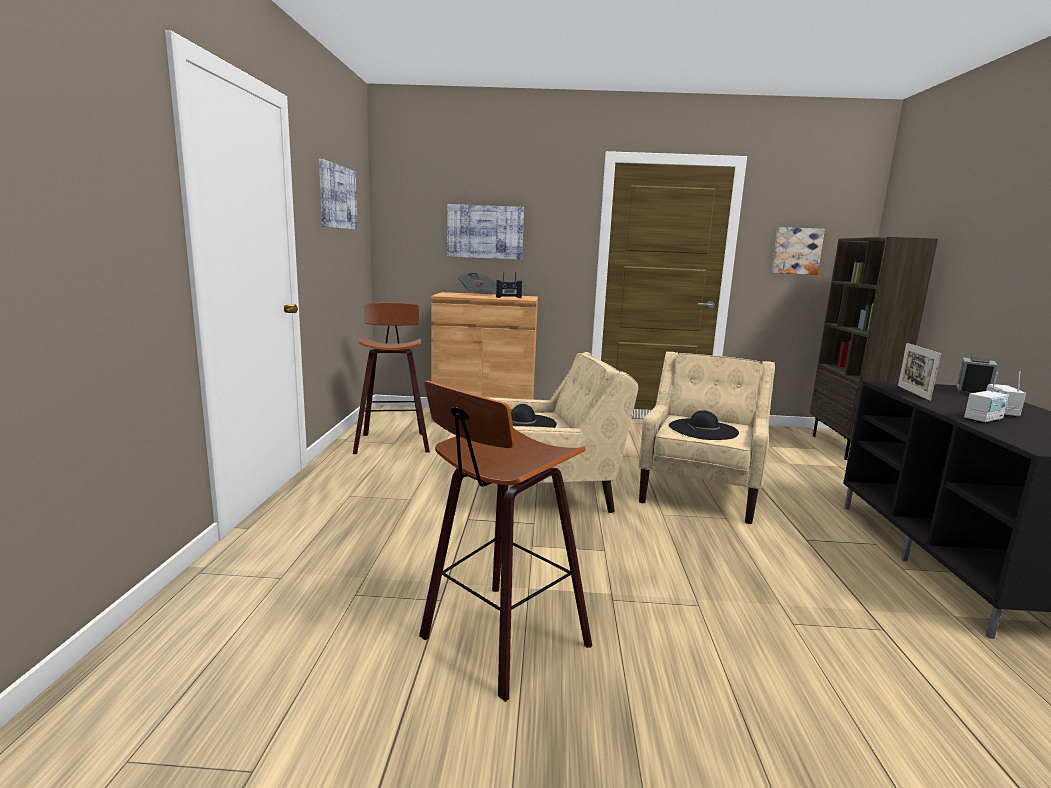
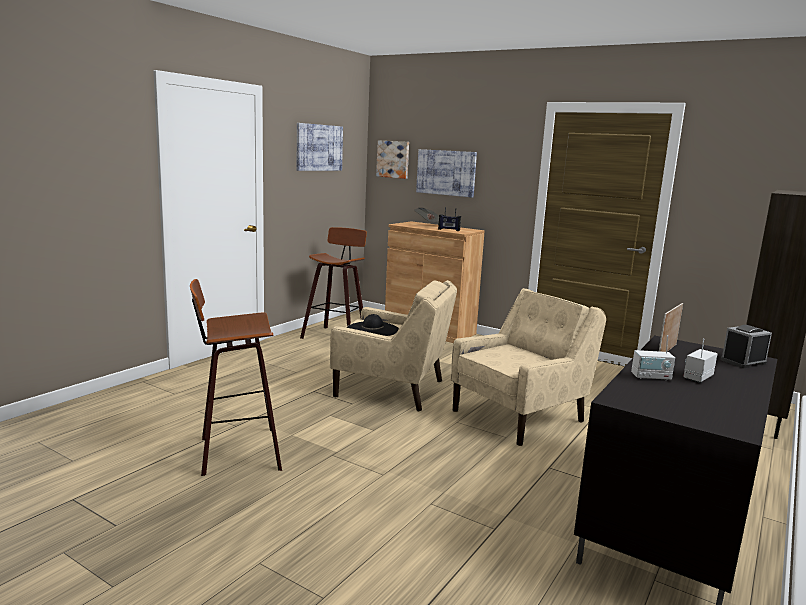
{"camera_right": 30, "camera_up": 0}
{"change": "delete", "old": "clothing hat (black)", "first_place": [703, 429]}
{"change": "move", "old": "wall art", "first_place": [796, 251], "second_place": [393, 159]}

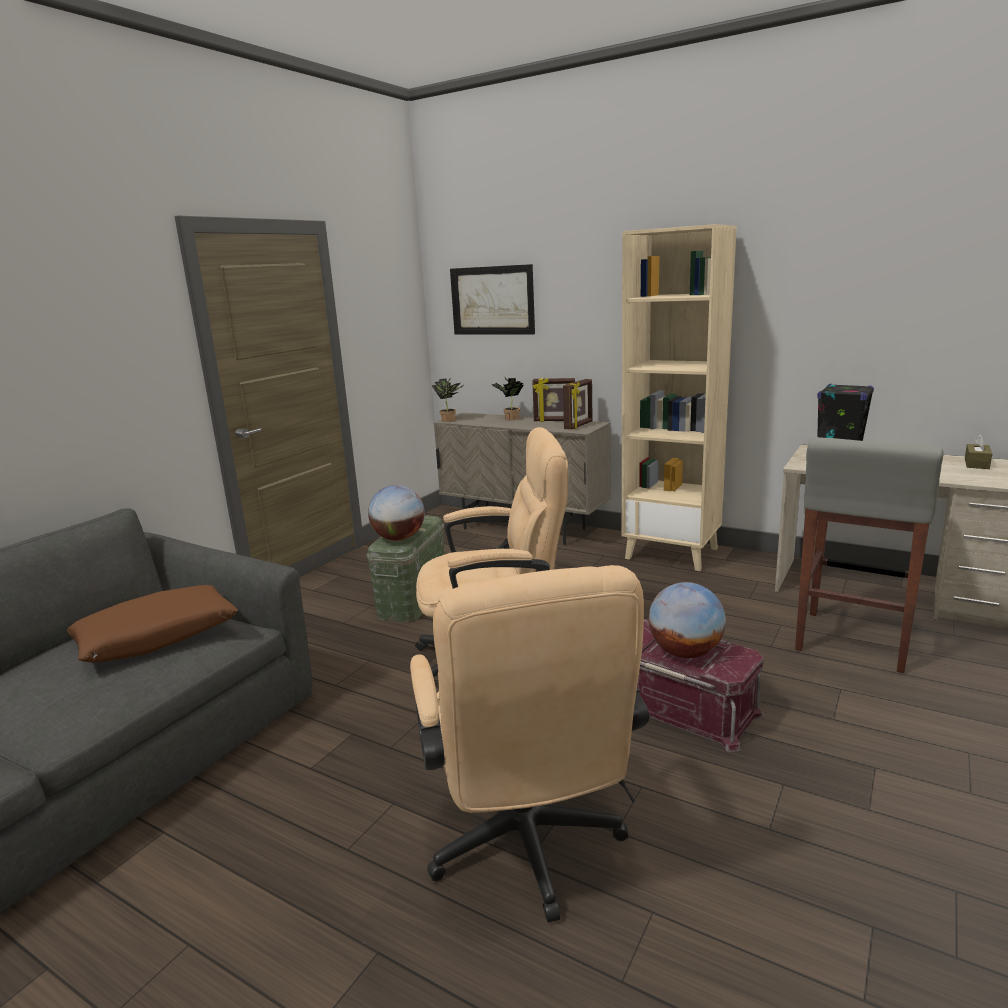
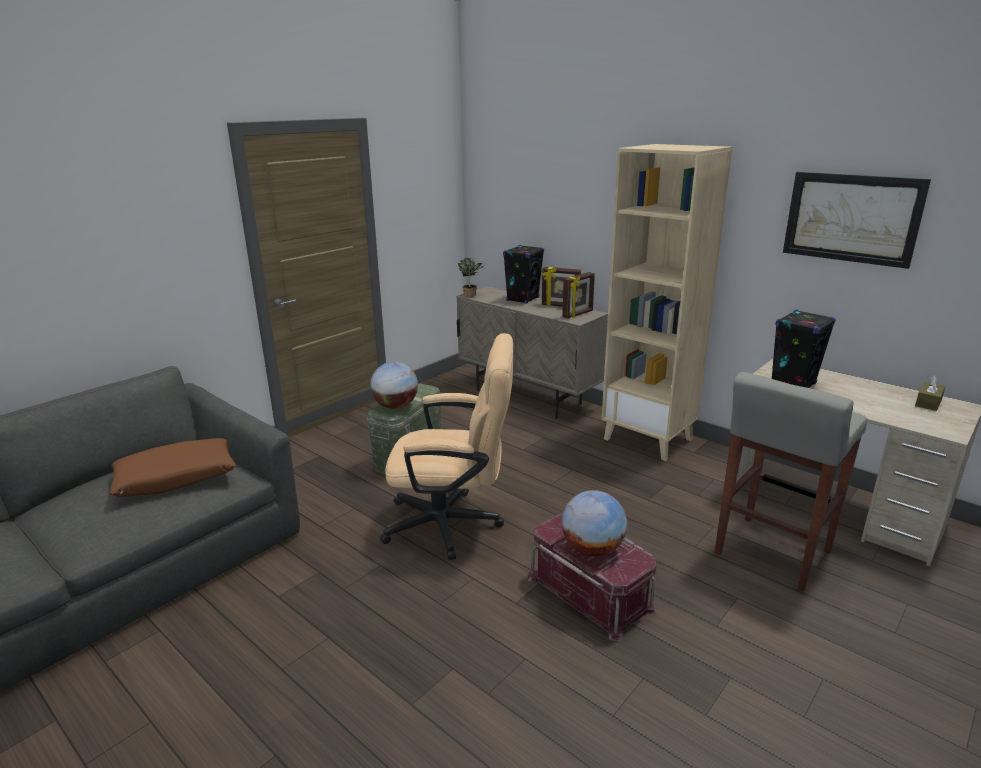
{"camera_right": 10, "camera_up": 5}
{"change": "delete", "old": "office chair (beige)", "first_place": [528, 850]}
{"change": "move", "old": "wall art", "first_place": [492, 300], "second_place": [851, 218]}
{"change": "replace", "old": "houseplant", "new": "audio speaker (black)", "first_place": [510, 419], "second_place": [522, 299]}

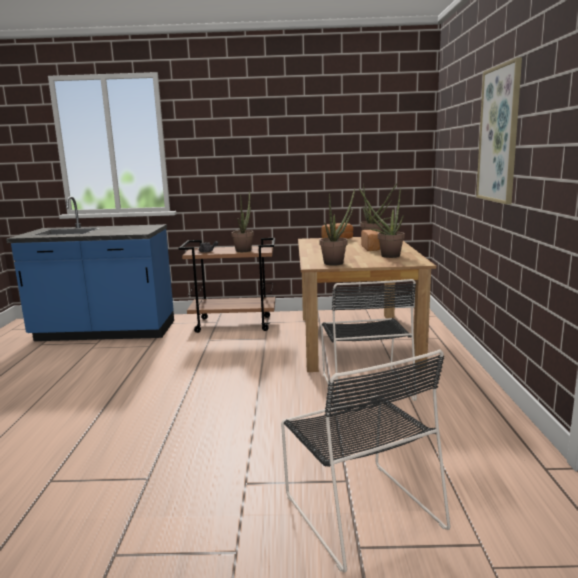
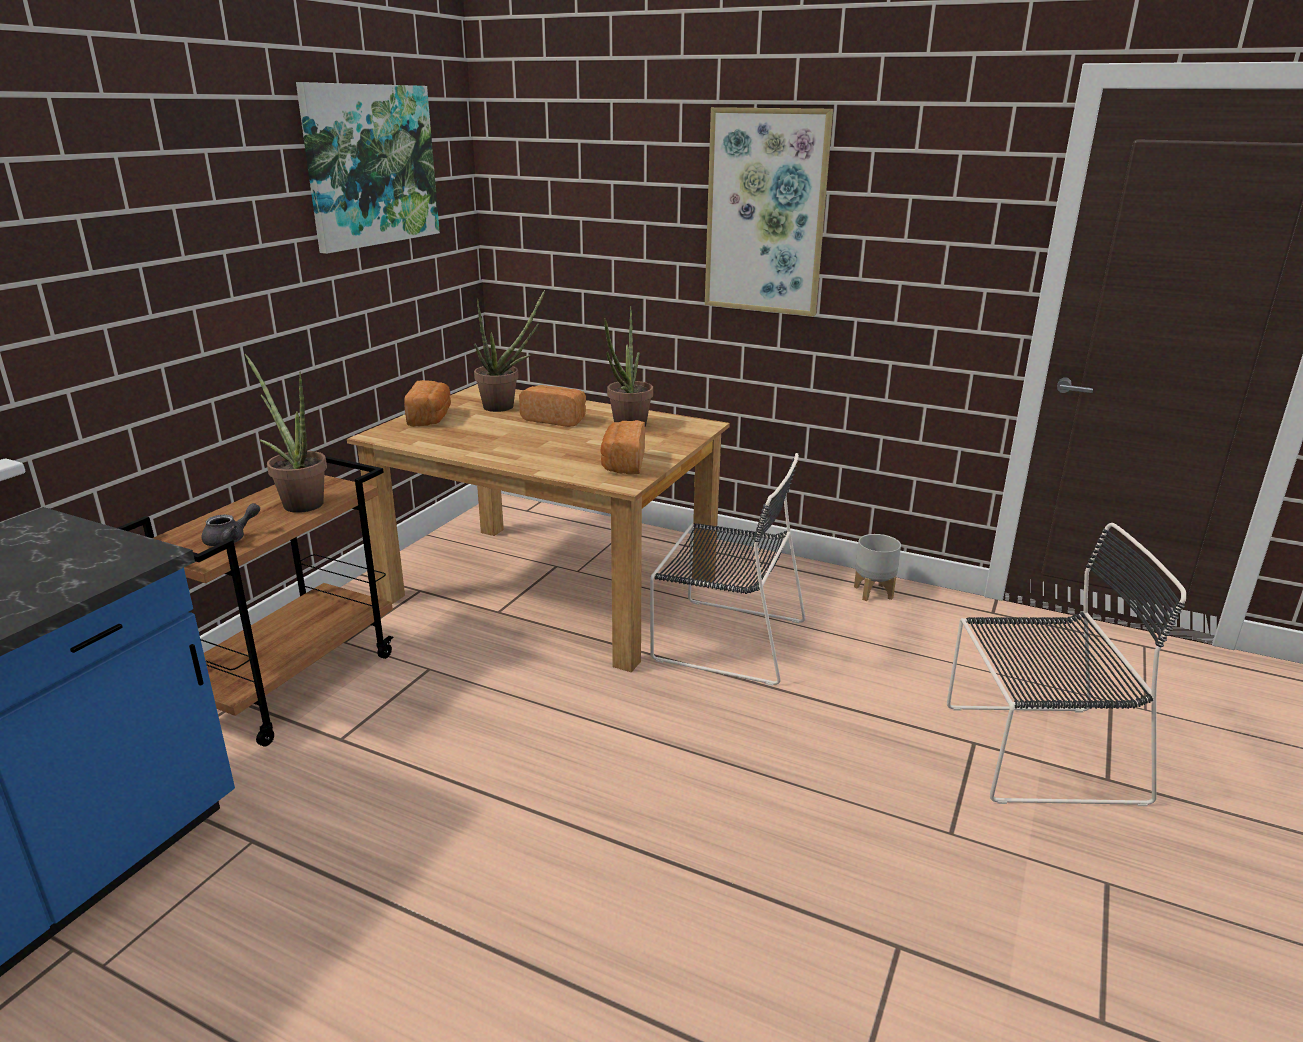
{"camera_right": -65, "camera_up": 10}
{"change": "insert", "new": "wall art", "second_place": [371, 165]}
{"change": "insert", "new": "planter (greyish)", "second_place": [874, 592]}
{"change": "replace", "old": "houseplant", "new": "baked bread", "first_place": [336, 262], "second_place": [622, 464]}

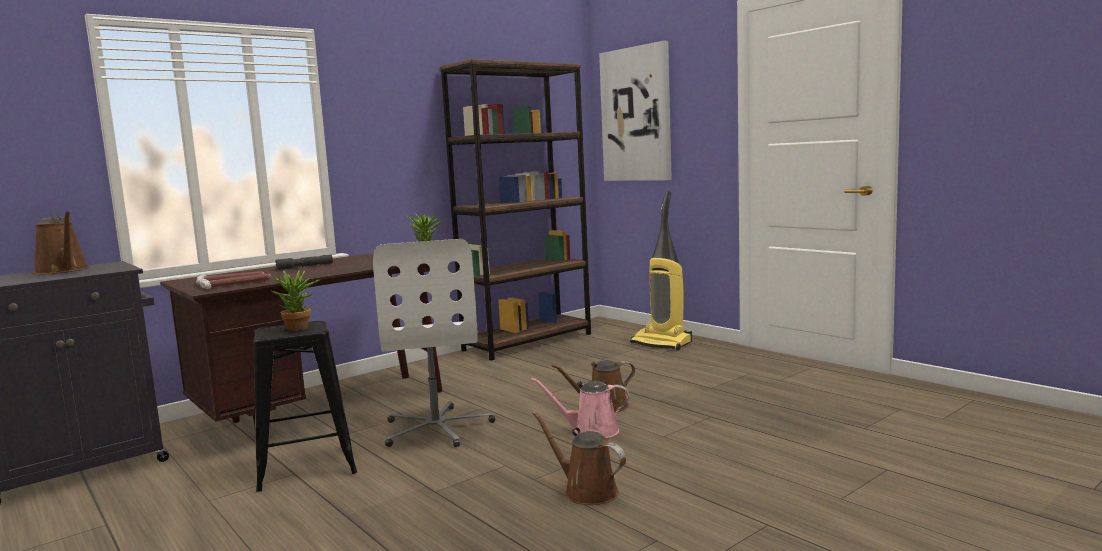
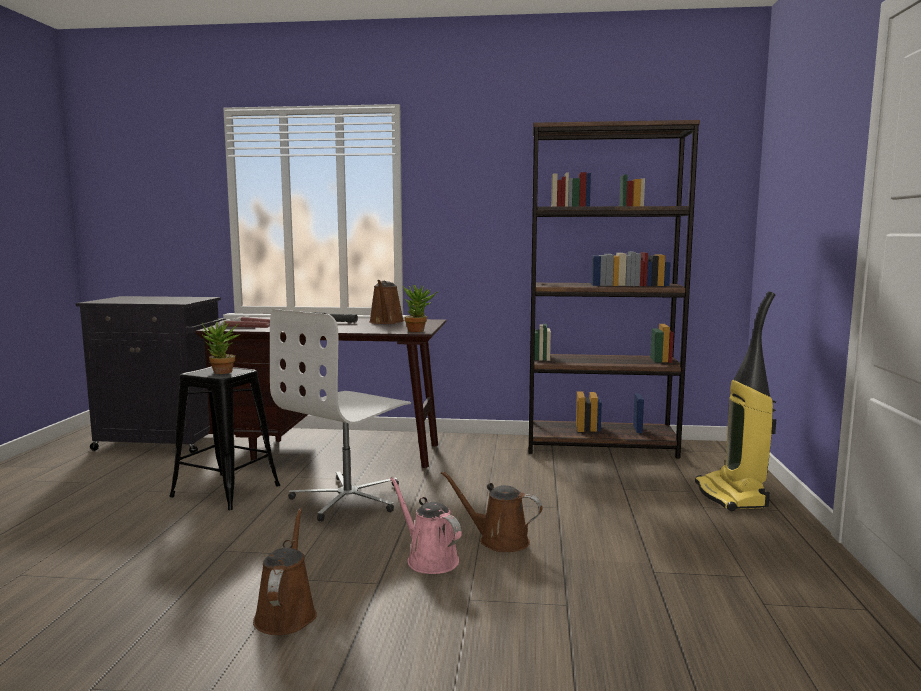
{"camera_right": 45, "camera_up": 0}
{"change": "delete", "old": "wall art", "first_place": [636, 114]}
{"change": "move", "old": "watering can (brown-coloured)", "first_place": [63, 270], "second_place": [386, 322]}

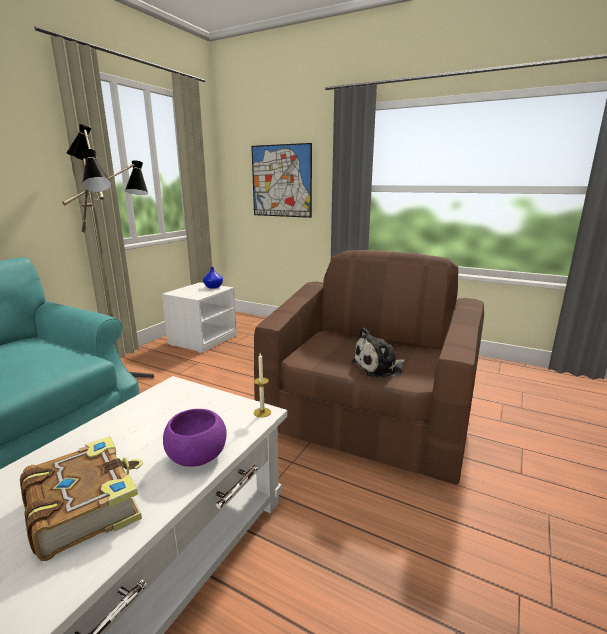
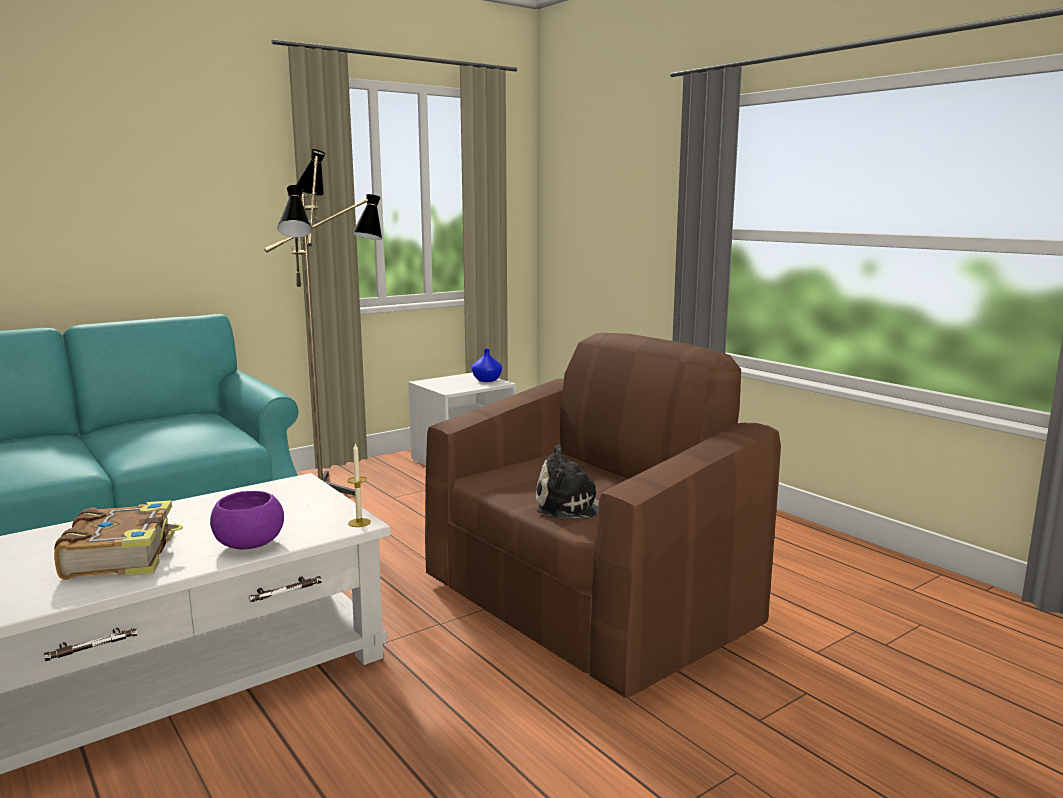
{"camera_right": 25, "camera_up": -5}
{"change": "delete", "old": "wall art", "first_place": [281, 181]}

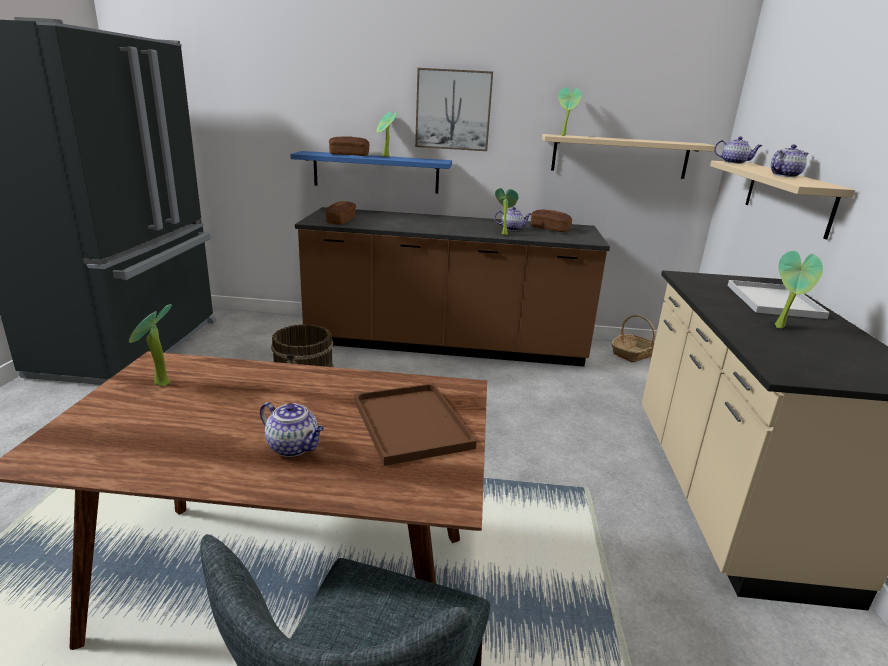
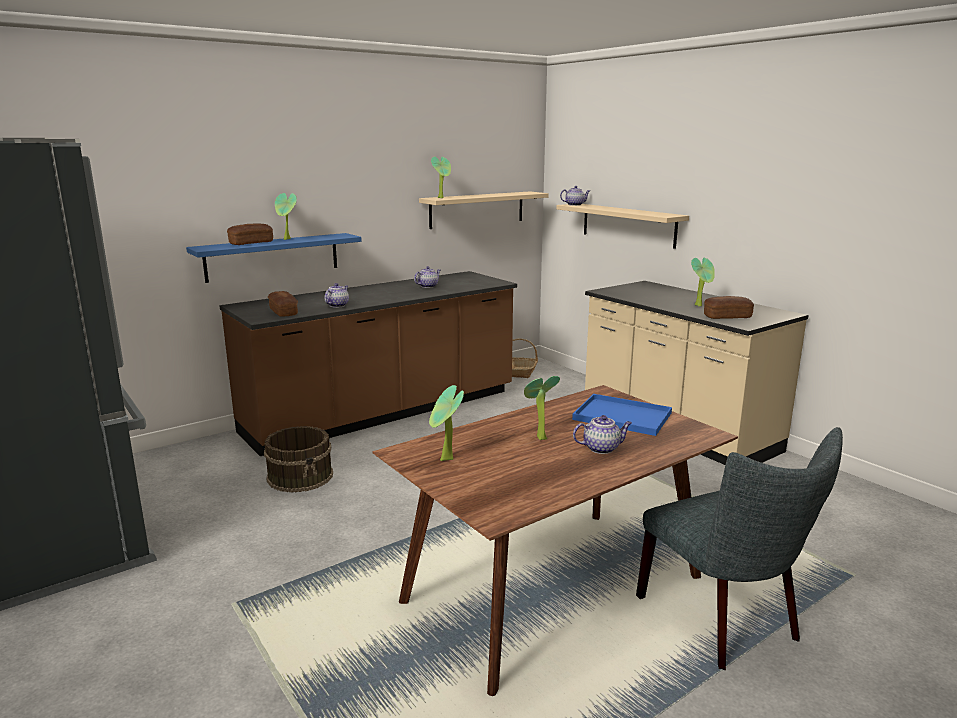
{"camera_right": -40, "camera_up": -5}
{"change": "delete", "old": "wall art", "first_place": [453, 110]}
{"change": "delete", "old": "tray (white)", "first_place": [775, 301]}
{"change": "move", "old": "houseplant", "first_place": [503, 234], "second_place": [538, 438]}
{"change": "move", "old": "baked bread", "first_place": [550, 228], "second_place": [727, 317]}
{"change": "move", "old": "tea pot", "first_place": [785, 175], "second_place": [337, 305]}
{"change": "recolor", "old": "tray (brown-coloured)", "new": "tray (bluish)", "first_place": [413, 424], "second_place": [624, 416]}

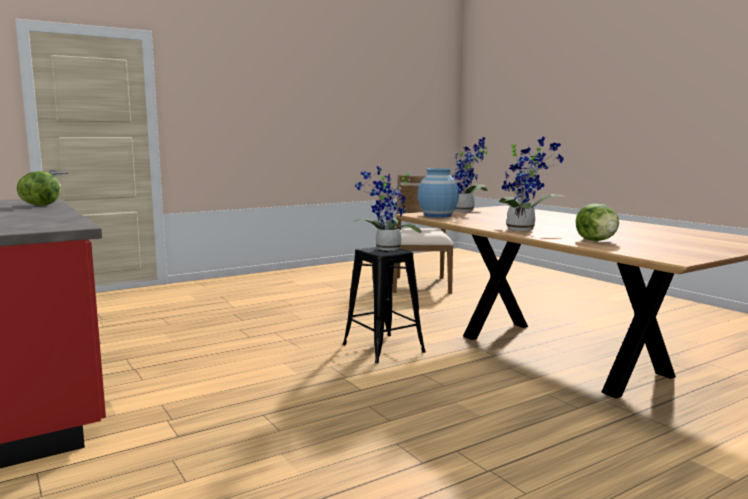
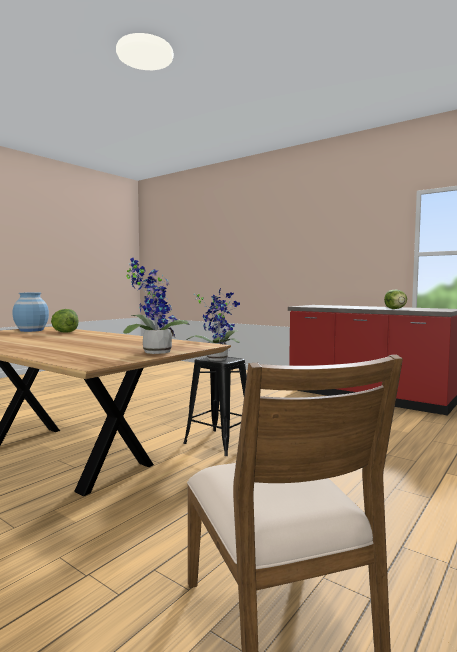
{"camera_right": 160, "camera_up": -5}
{"change": "delete", "old": "houseplant", "first_place": [523, 229]}
{"change": "move", "old": "vase (bluish)", "first_place": [438, 216], "second_place": [31, 330]}

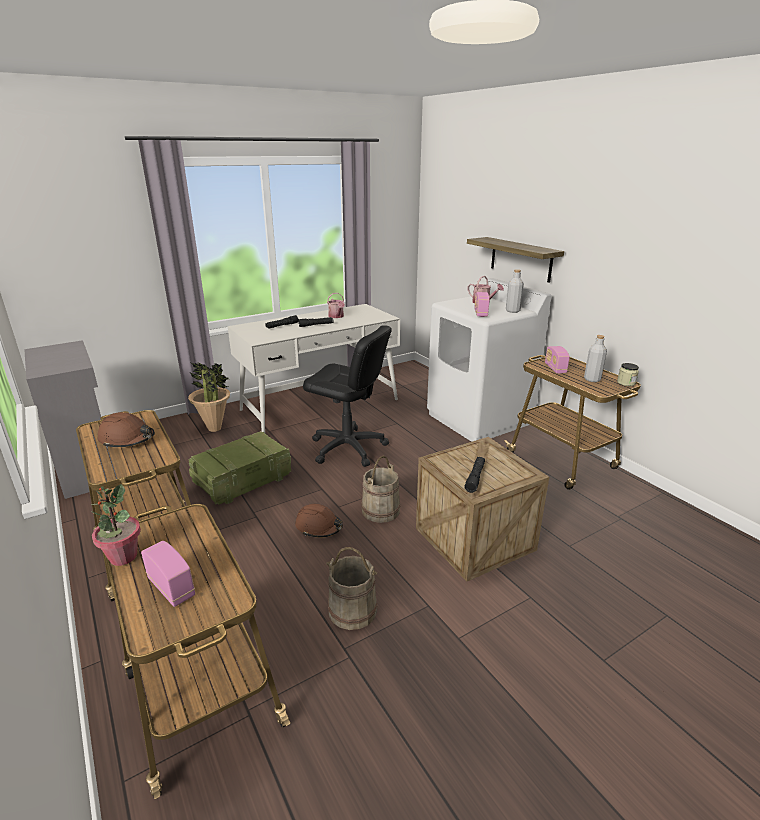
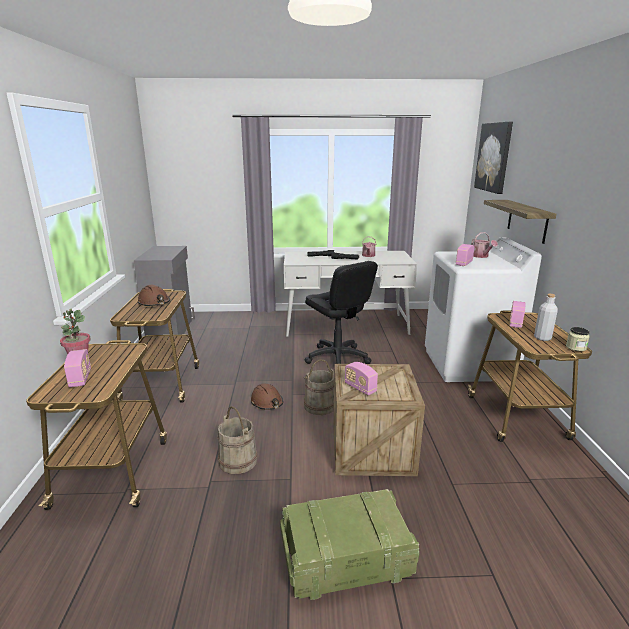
{"camera_right": 30, "camera_up": -5}
{"change": "delete", "old": "houseplant", "first_place": [215, 428]}
{"change": "delete", "old": "bottle (greyish)", "first_place": [512, 311]}
{"change": "insert", "new": "wall art", "second_place": [494, 157]}
{"change": "move", "old": "packing crate", "first_place": [244, 480], "second_place": [348, 558]}
{"change": "replace", "old": "hand torch (black)", "new": "radio", "first_place": [475, 478], "second_place": [360, 388]}

